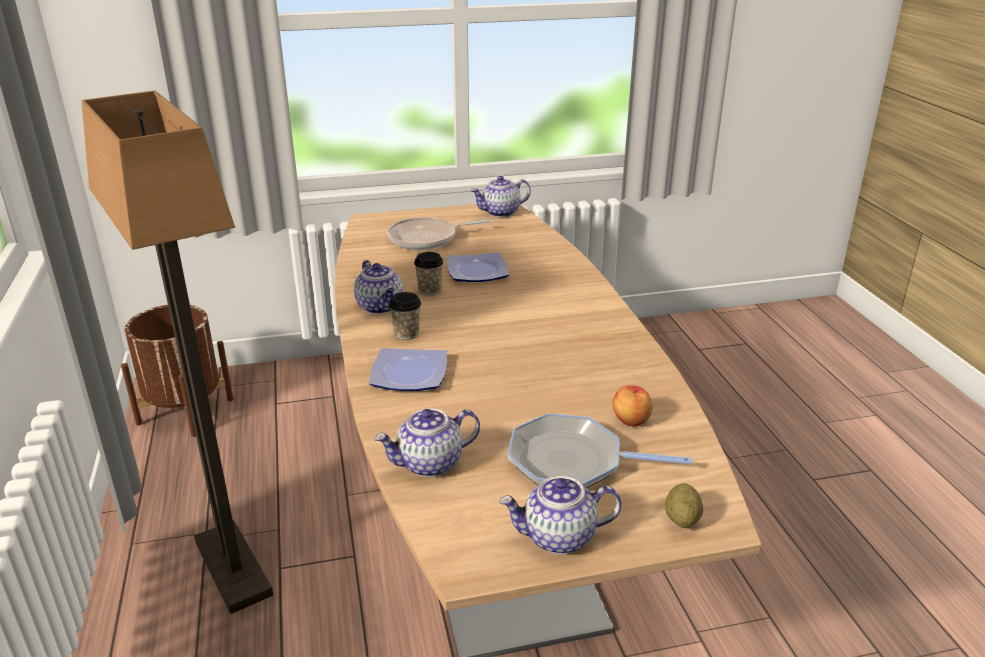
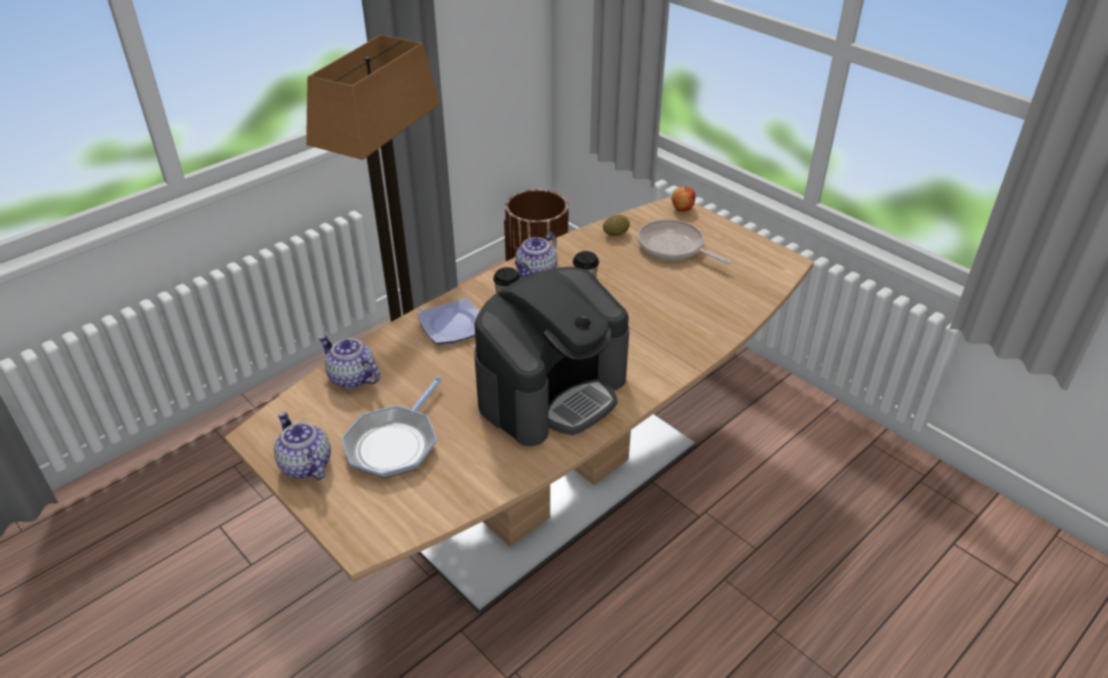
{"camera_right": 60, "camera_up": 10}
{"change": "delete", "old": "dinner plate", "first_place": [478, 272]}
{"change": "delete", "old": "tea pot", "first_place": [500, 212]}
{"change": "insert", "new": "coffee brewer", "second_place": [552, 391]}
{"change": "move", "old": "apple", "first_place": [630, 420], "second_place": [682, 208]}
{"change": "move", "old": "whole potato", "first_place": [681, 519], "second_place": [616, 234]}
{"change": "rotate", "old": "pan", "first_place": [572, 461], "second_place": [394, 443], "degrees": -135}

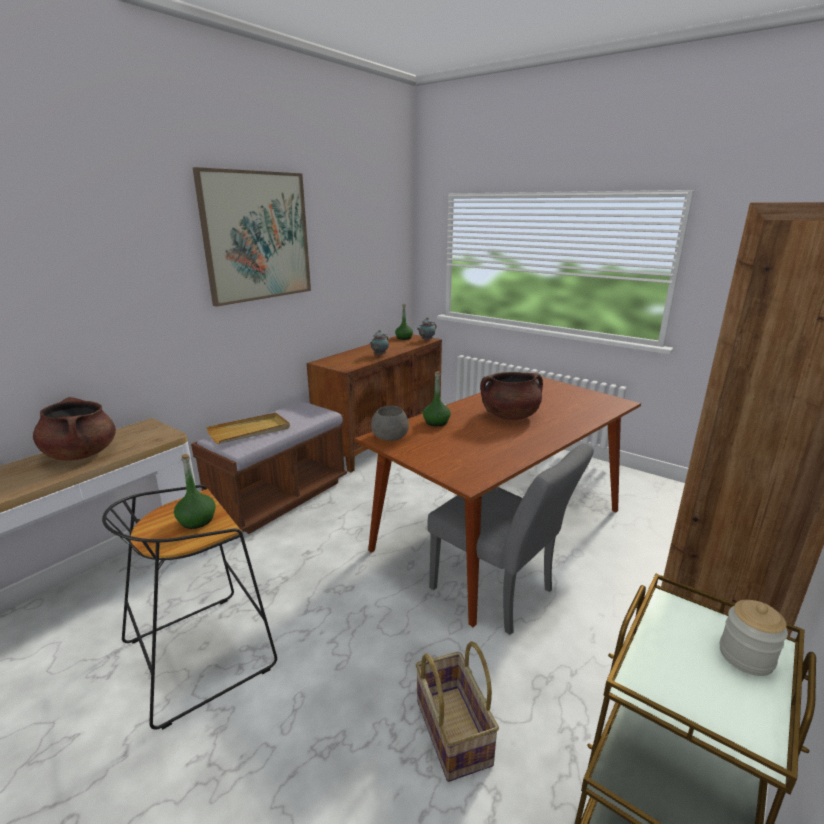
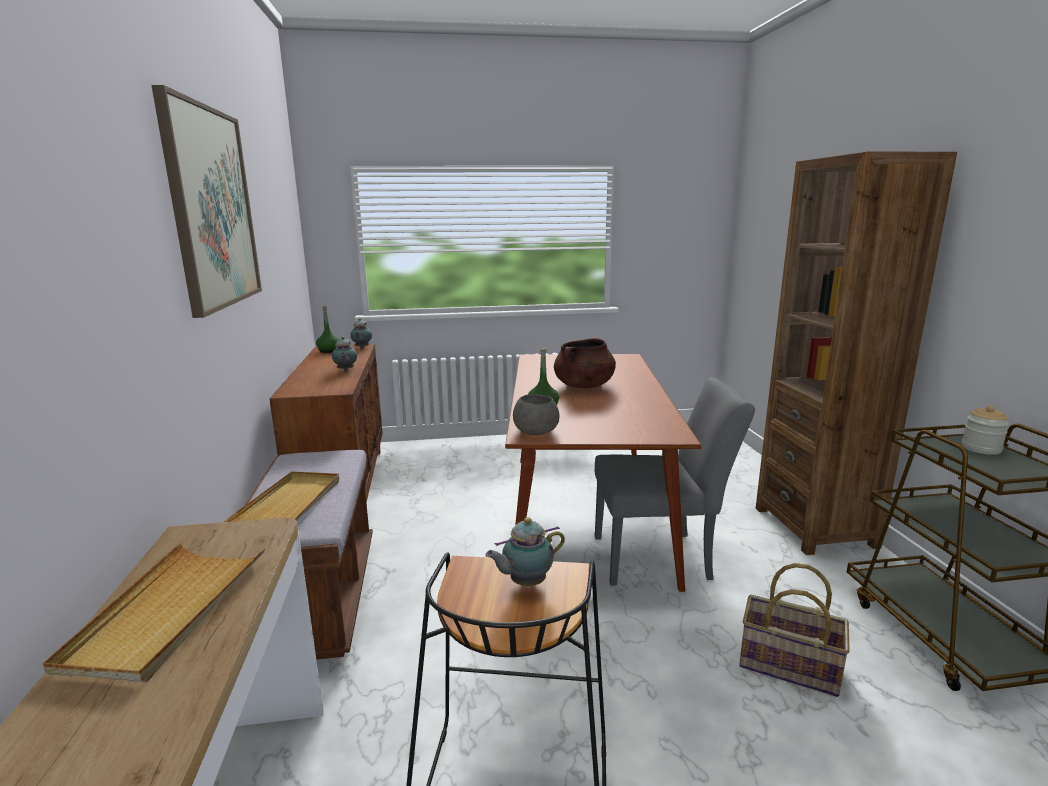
{"camera_right": -45, "camera_up": -5}
{"change": "replace", "old": "saucepot (brown-coloured)", "new": "tray (beige)", "first_place": [81, 454], "second_place": [168, 612]}
{"change": "replace", "old": "bottle (green-coloured)", "new": "tea pot", "first_place": [197, 520], "second_place": [525, 583]}

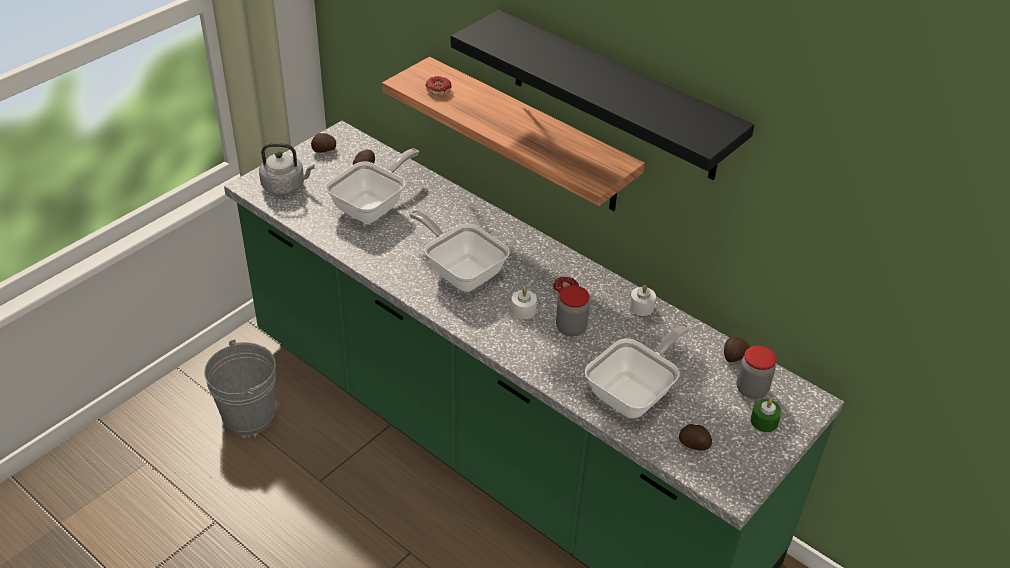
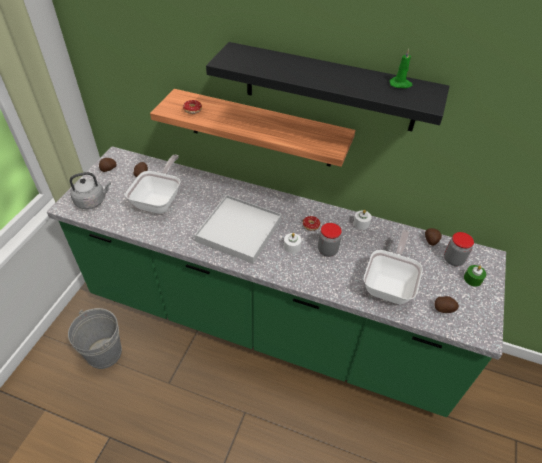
{"camera_right": -20, "camera_up": 5}
{"change": "insert", "new": "wax light (green-coloured)", "second_place": [400, 84]}
{"change": "replace", "old": "pan", "new": "tray (white)", "first_place": [461, 271], "second_place": [239, 230]}

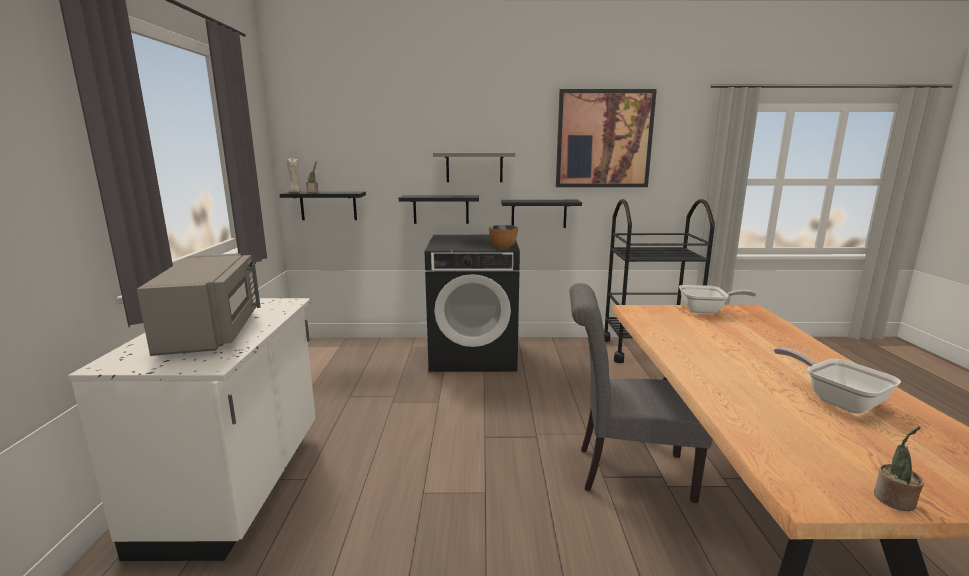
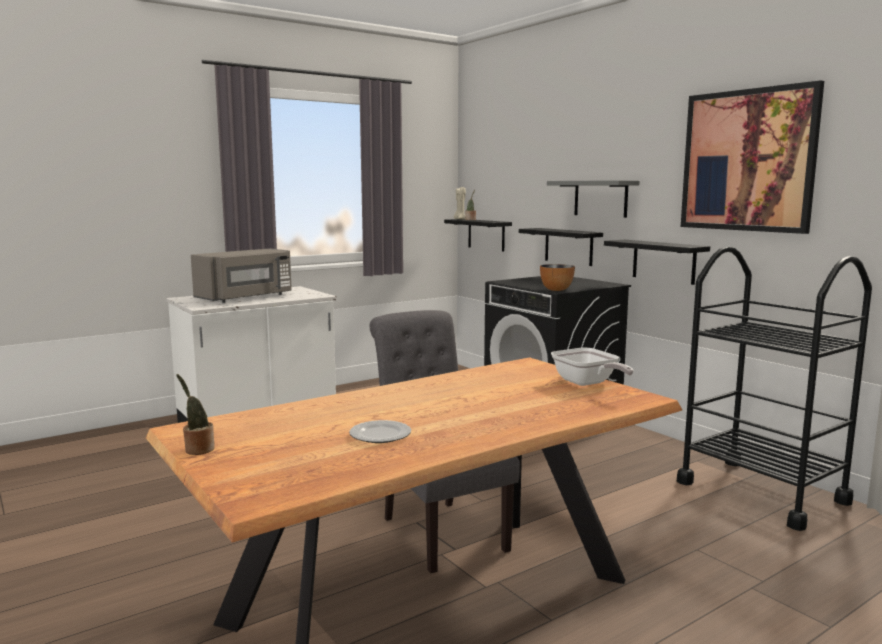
{"camera_right": 55, "camera_up": -5}
{"change": "replace", "old": "pan", "new": "dinner plate", "first_place": [837, 400], "second_place": [381, 435]}

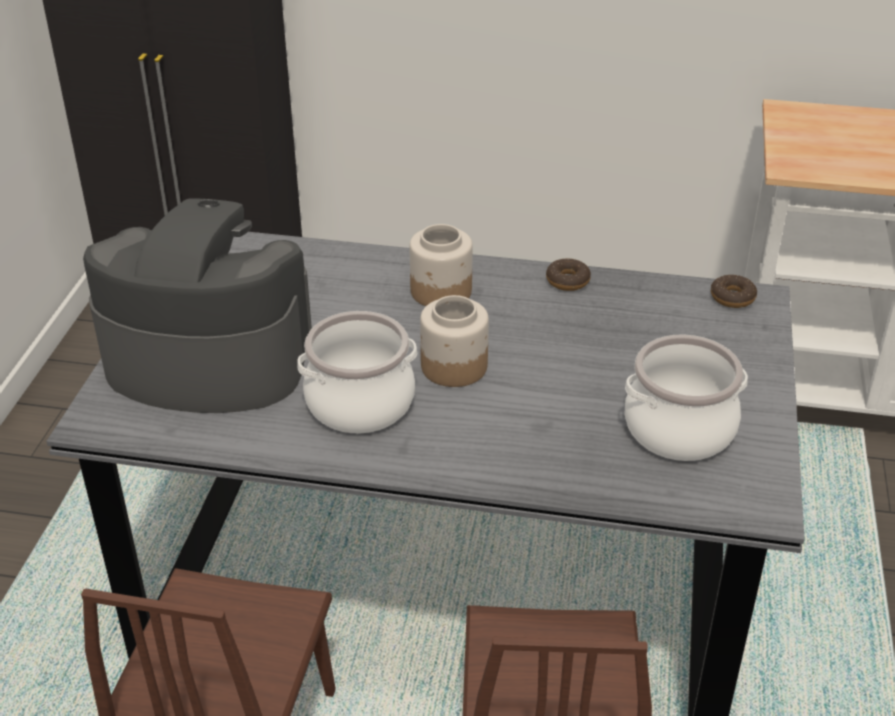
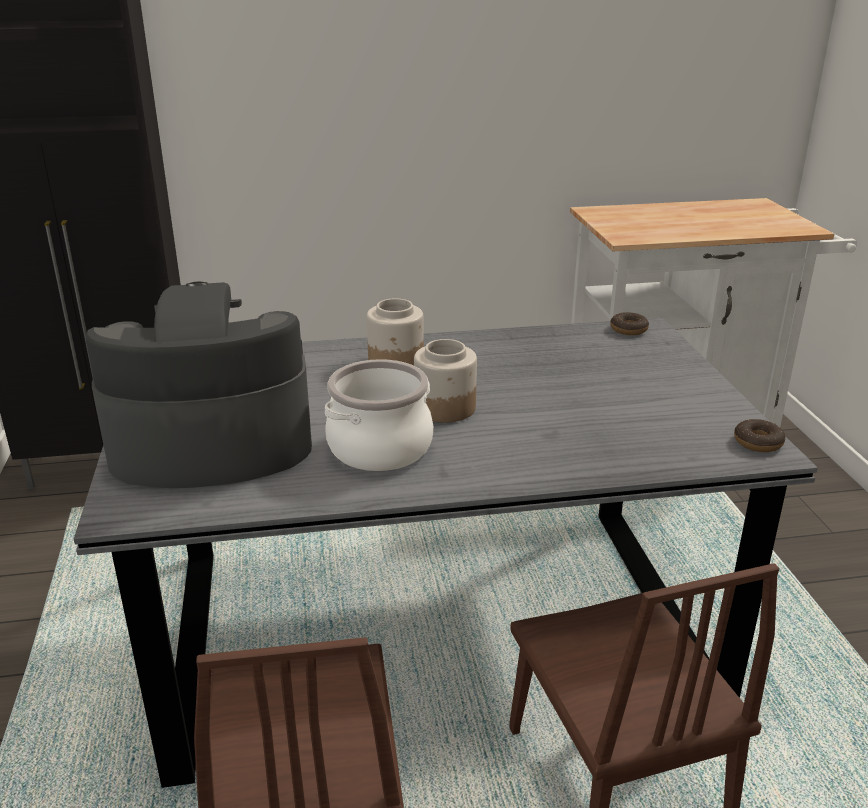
{"camera_right": -20, "camera_up": -10}
{"change": "delete", "old": "saucepot", "first_place": [679, 428]}
{"change": "move", "old": "donut", "first_place": [567, 281], "second_place": [758, 442]}

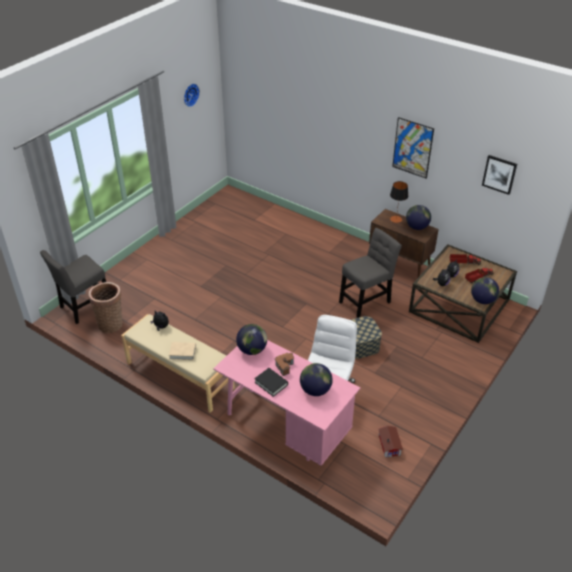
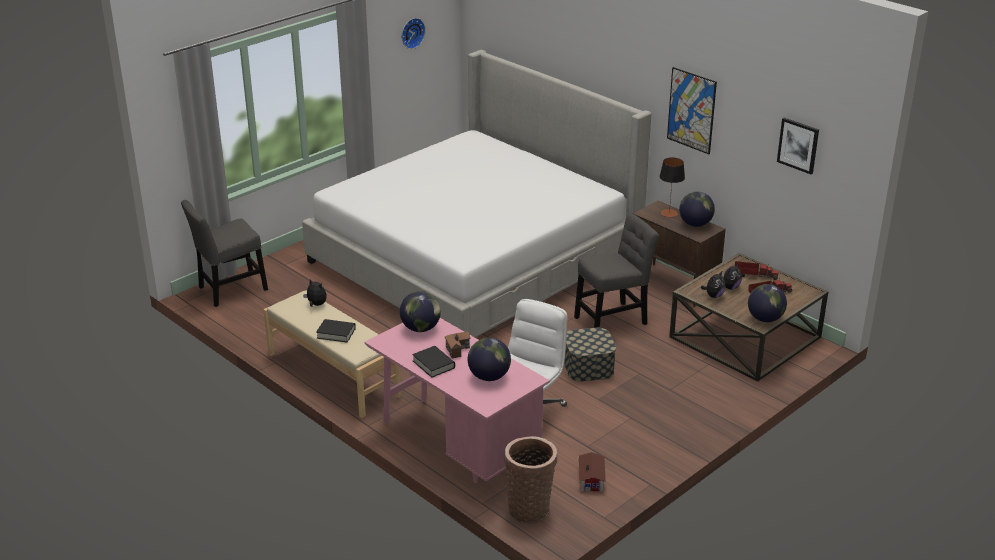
{"camera_right": 10, "camera_up": -10}
{"change": "insert", "new": "bedroom bed", "second_place": [474, 260]}
{"change": "move", "old": "basket", "first_place": [111, 323], "second_place": [529, 508]}
{"change": "recolor", "old": "volume (beige)", "new": "volume (black)", "first_place": [182, 352], "second_place": [336, 333]}

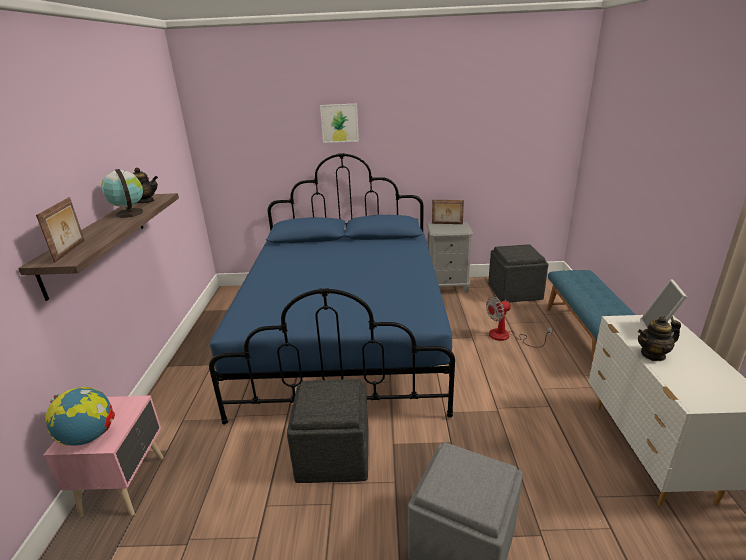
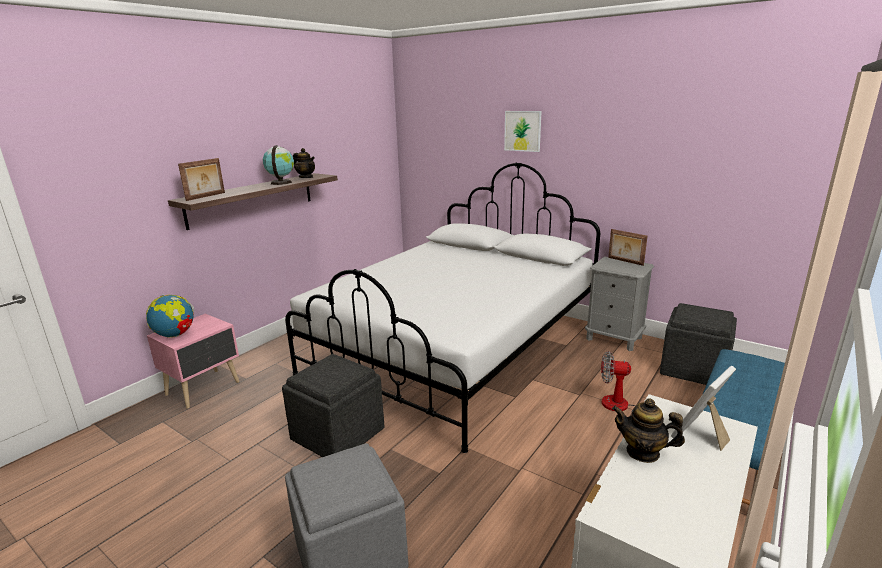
{"camera_right": 35, "camera_up": -5}
{"change": "recolor", "old": "bedroom bed (bluish)", "new": "bedroom bed (white)", "first_place": [345, 337], "second_place": [456, 349]}

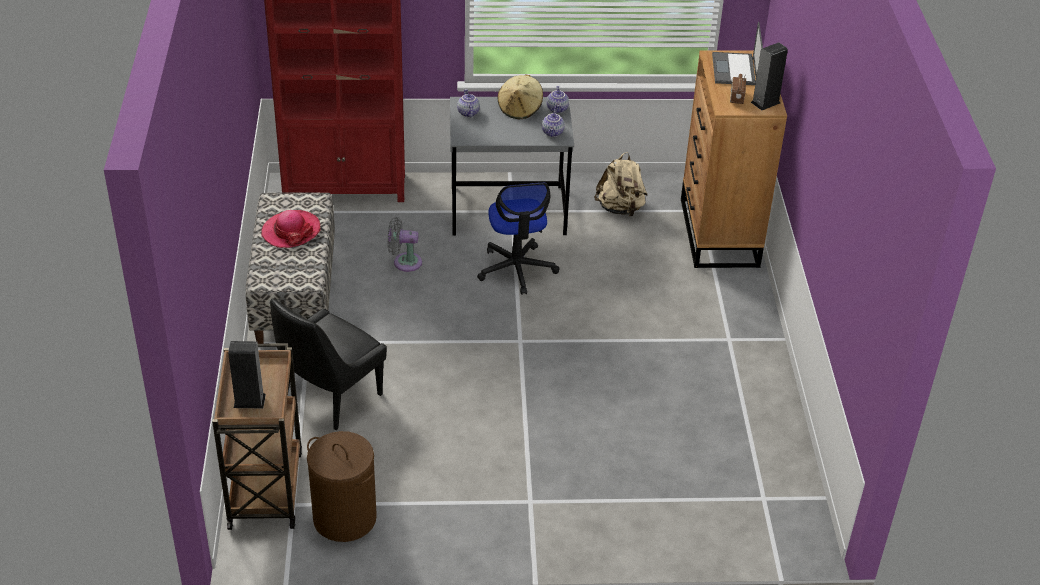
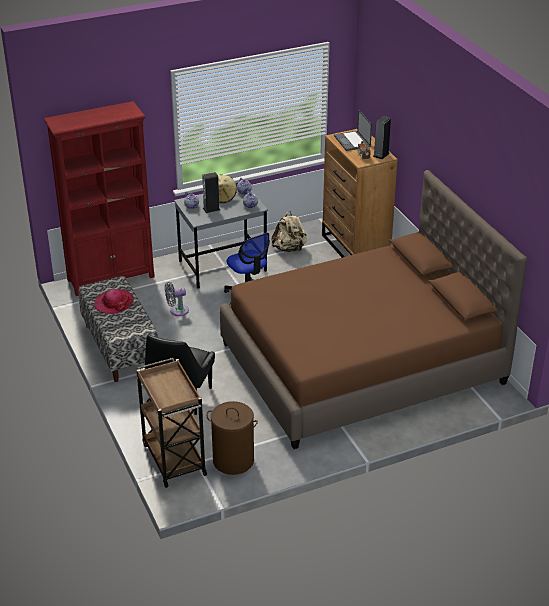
{"camera_right": -20, "camera_up": -5}
{"change": "insert", "new": "bedroom bed (brown-coloured)", "second_place": [362, 363]}
{"change": "move", "old": "audio speaker", "first_place": [249, 401], "second_place": [211, 209]}

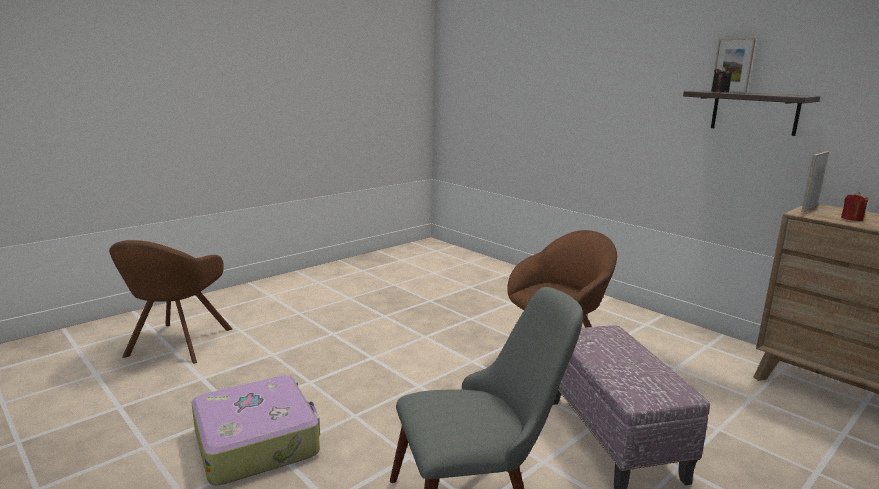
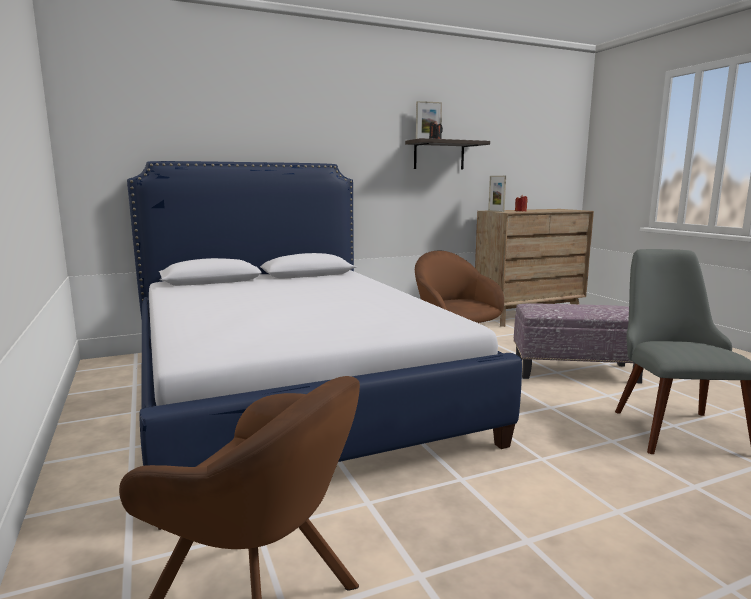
{"camera_right": -70, "camera_up": -5}
{"change": "delete", "old": "suitcase", "first_place": [257, 441]}
{"change": "insert", "new": "bedroom bed", "second_place": [290, 390]}

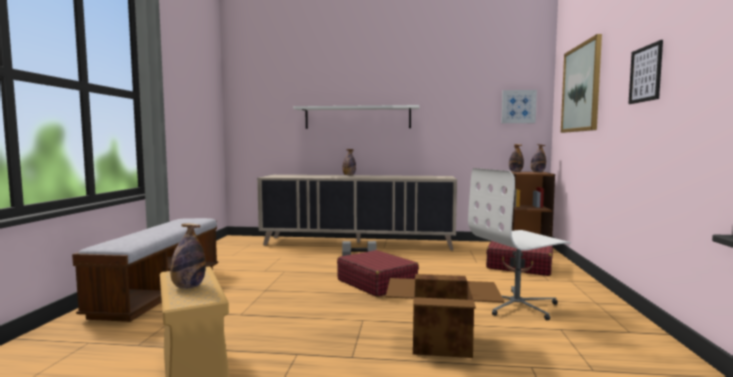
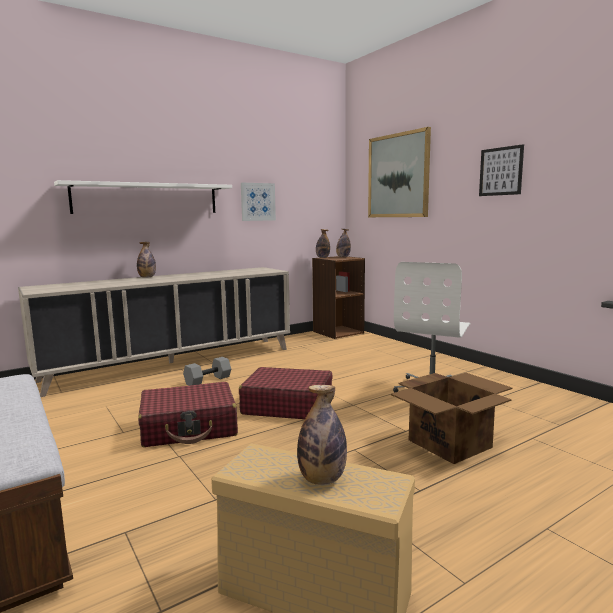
{"camera_right": -40, "camera_up": 5}
{"change": "move", "old": "suitcase (red-coloured)", "first_place": [519, 266], "second_place": [189, 427]}
{"change": "move", "old": "wall art", "first_place": [518, 106], "second_place": [257, 202]}

